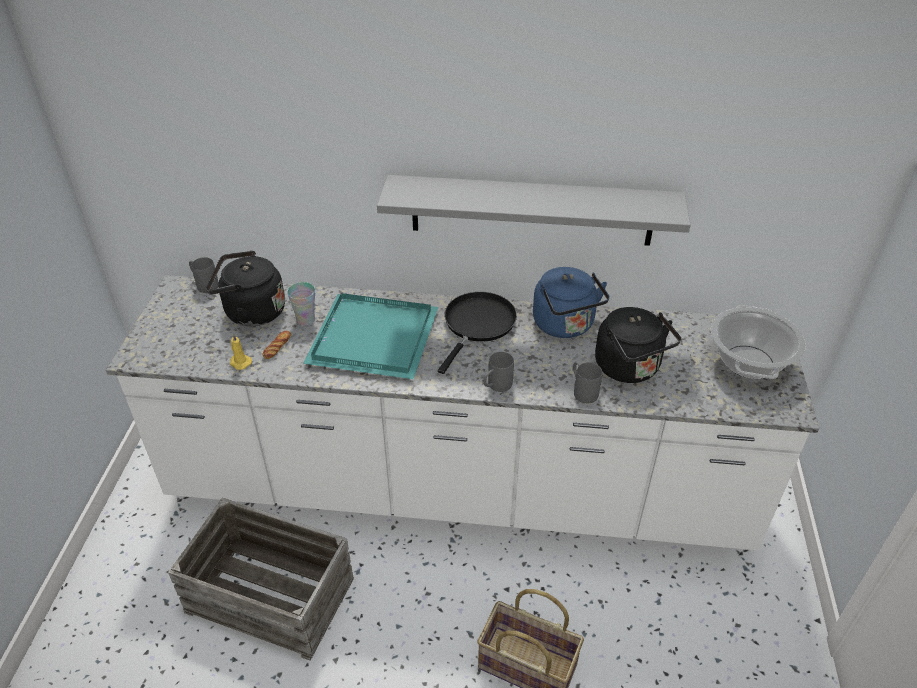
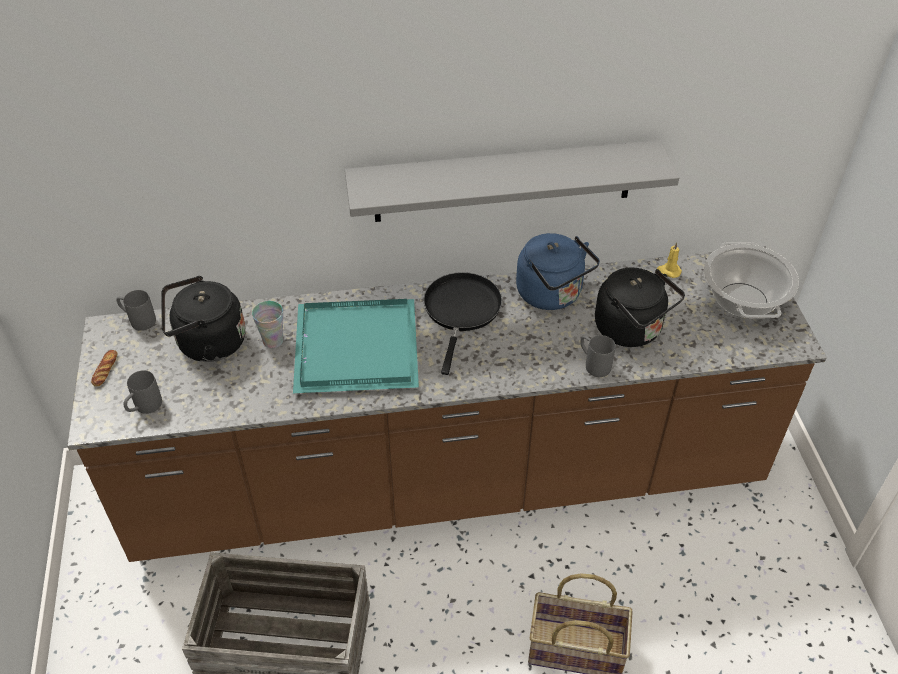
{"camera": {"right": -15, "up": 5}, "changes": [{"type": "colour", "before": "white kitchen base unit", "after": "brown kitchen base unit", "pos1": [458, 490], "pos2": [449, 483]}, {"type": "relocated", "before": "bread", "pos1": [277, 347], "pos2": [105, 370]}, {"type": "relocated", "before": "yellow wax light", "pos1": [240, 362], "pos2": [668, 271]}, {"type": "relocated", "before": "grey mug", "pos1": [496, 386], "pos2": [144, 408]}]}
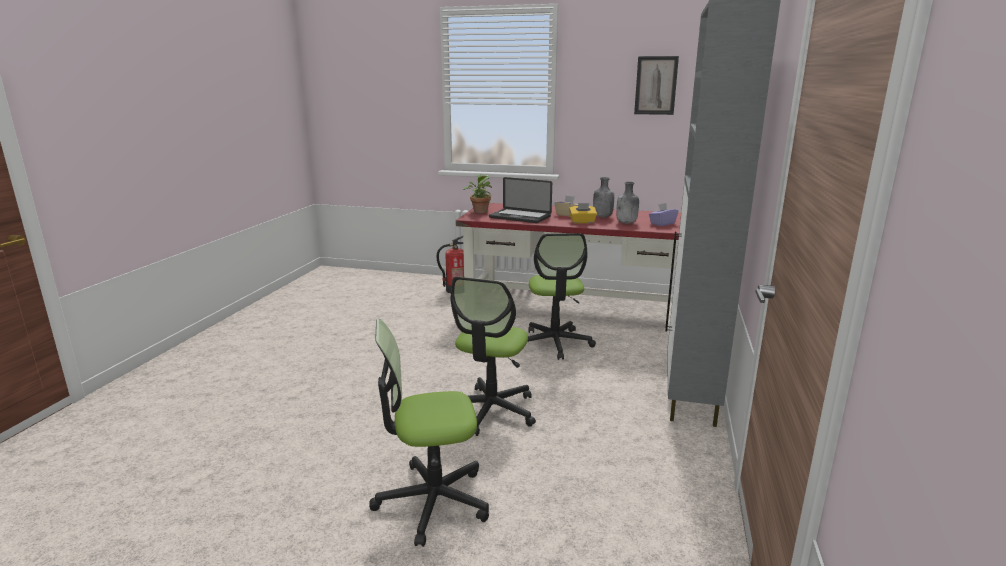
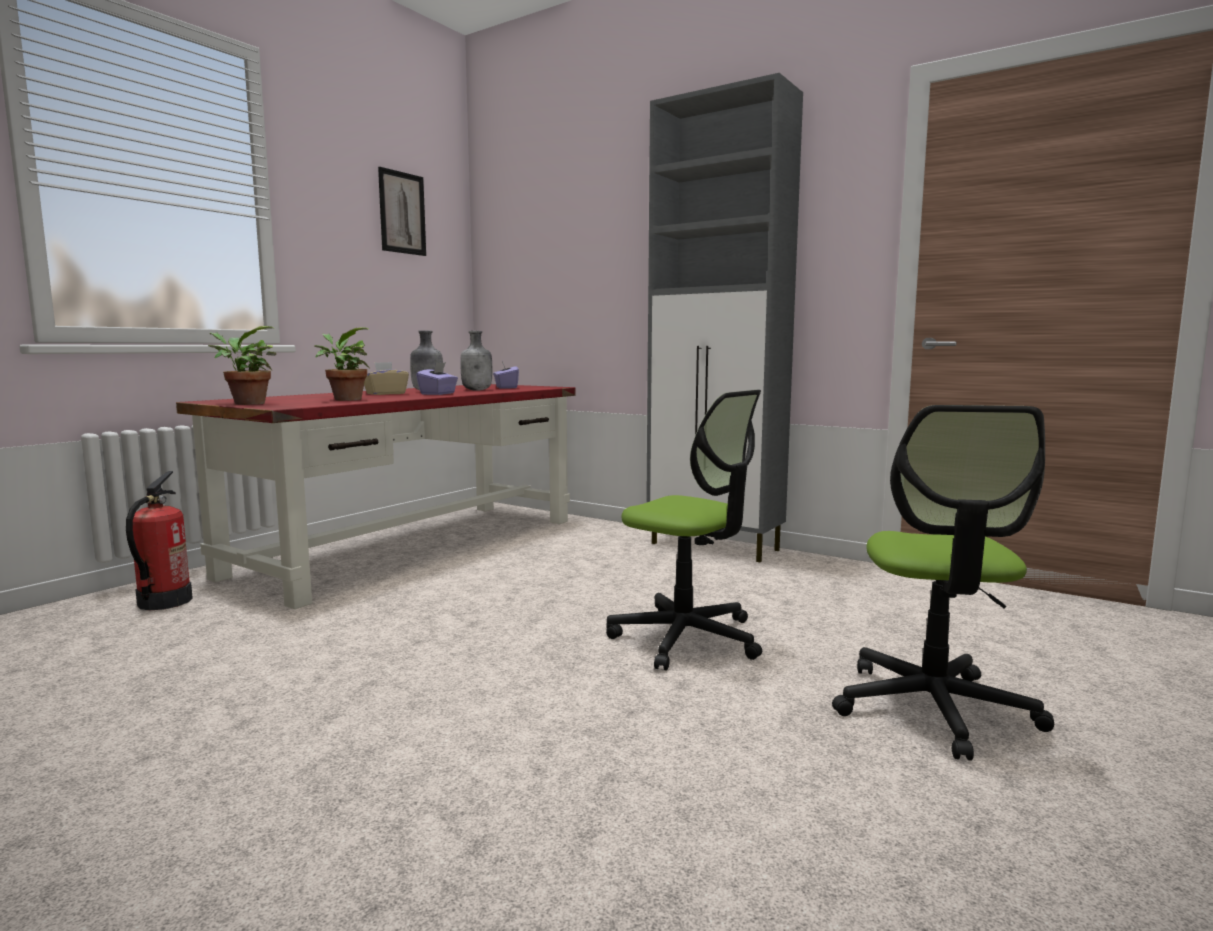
{"camera": {"right": -70, "up": -10}, "changes": [{"type": "exchanged", "before": "portable computer", "after": "houseplant", "pos1": [520, 217], "pos2": [344, 399]}, {"type": "colour", "before": "yellow box of tissues", "after": "purple-coloured box of tissues", "pos1": [582, 222], "pos2": [438, 394]}, {"type": "missing", "before": "office chair", "pos1": [555, 343]}]}
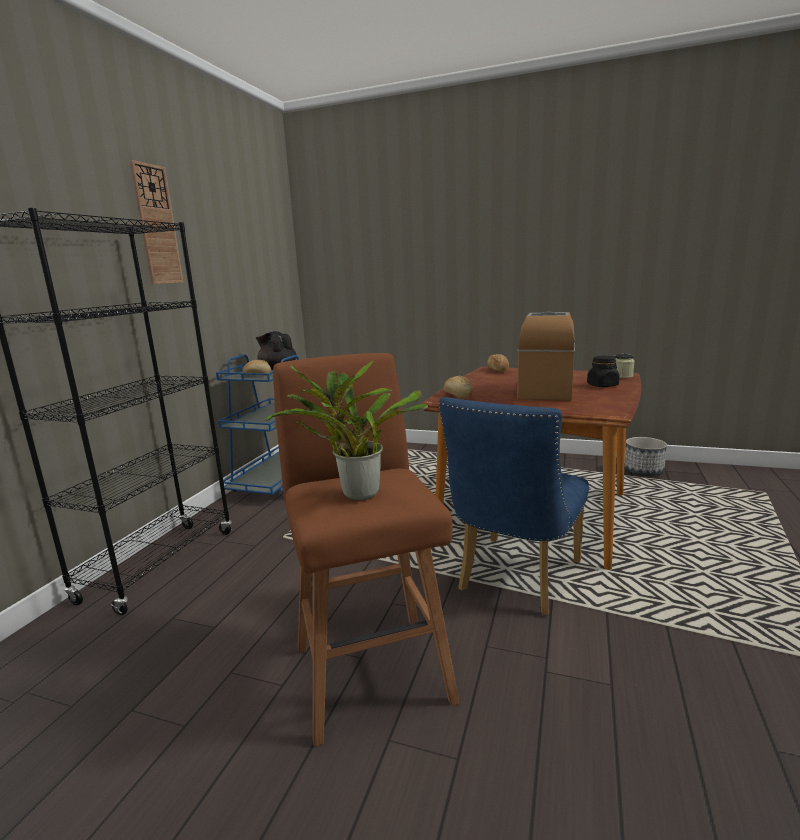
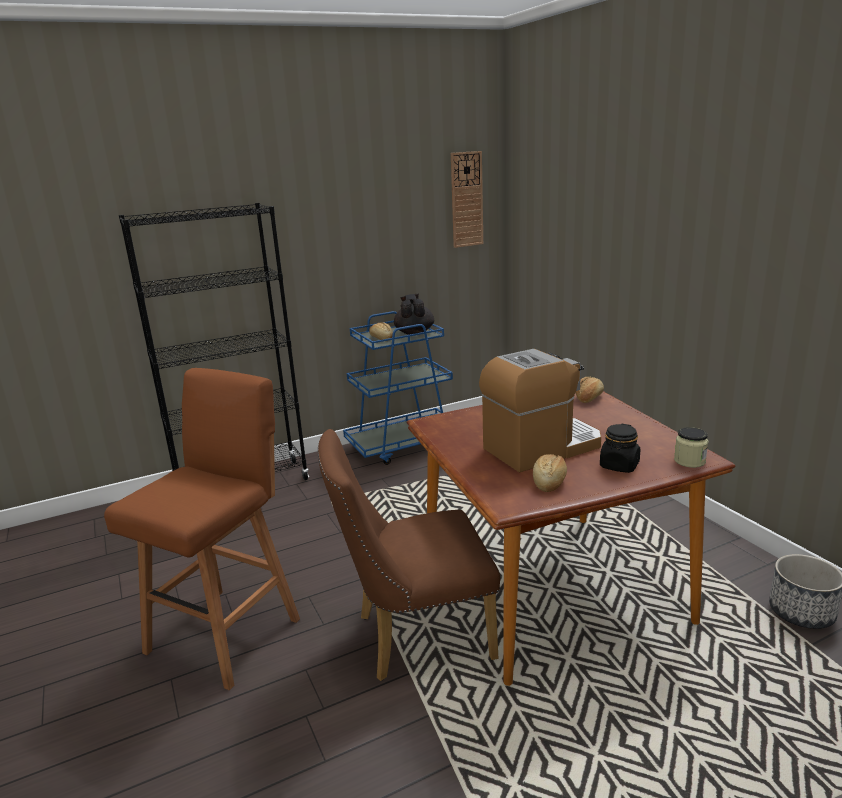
{"camera": {"right": 45, "up": 5}, "changes": [{"type": "relocated", "before": "wall clock", "pos1": [156, 225], "pos2": [466, 199]}, {"type": "missing", "before": "houseplant", "pos1": [355, 493]}, {"type": "relocated", "before": "bread", "pos1": [458, 395], "pos2": [549, 482]}, {"type": "colour", "before": "bluish chair", "after": "brown chair", "pos1": [514, 580], "pos2": [414, 637]}]}
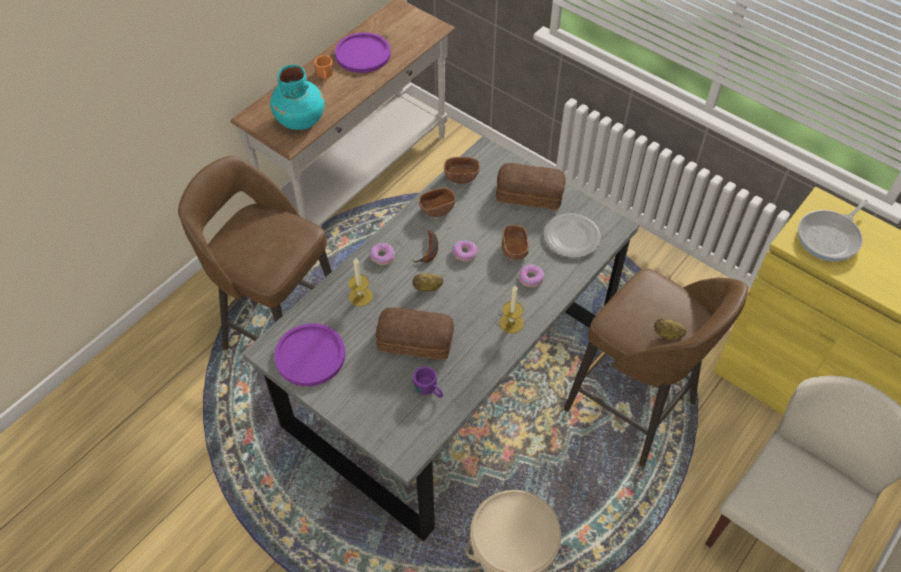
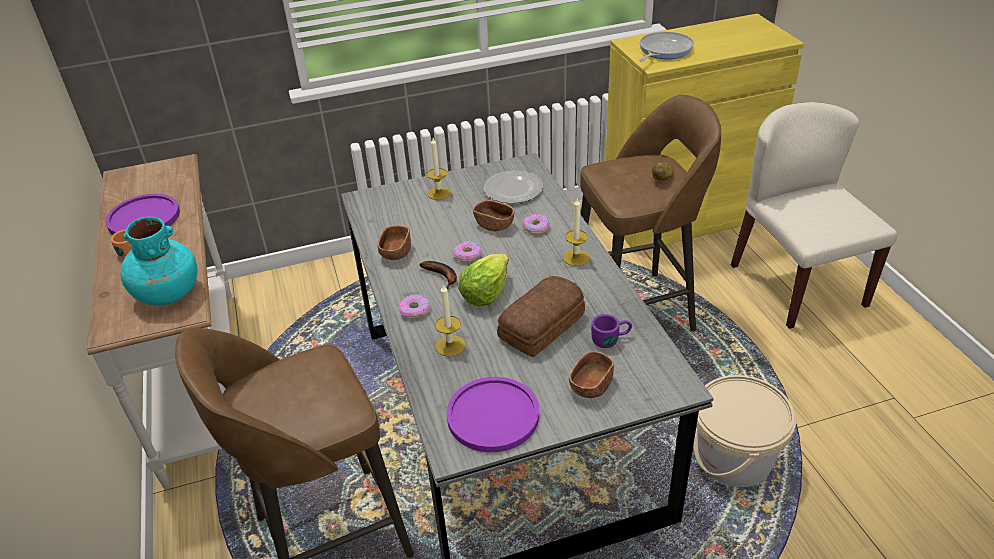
{"camera": {"right": -55, "up": -15}, "changes": [{"type": "relocated", "before": "brown bowl", "pos1": [461, 176], "pos2": [591, 385]}, {"type": "exchanged", "before": "bread", "after": "wax light", "pos1": [528, 192], "pos2": [439, 193]}, {"type": "spun", "before": "pan", "pos1": [830, 237], "pos2": [663, 50], "turn": -135}, {"type": "exchanged", "before": "spud", "after": "head of lettuce", "pos1": [428, 287], "pos2": [485, 294]}]}
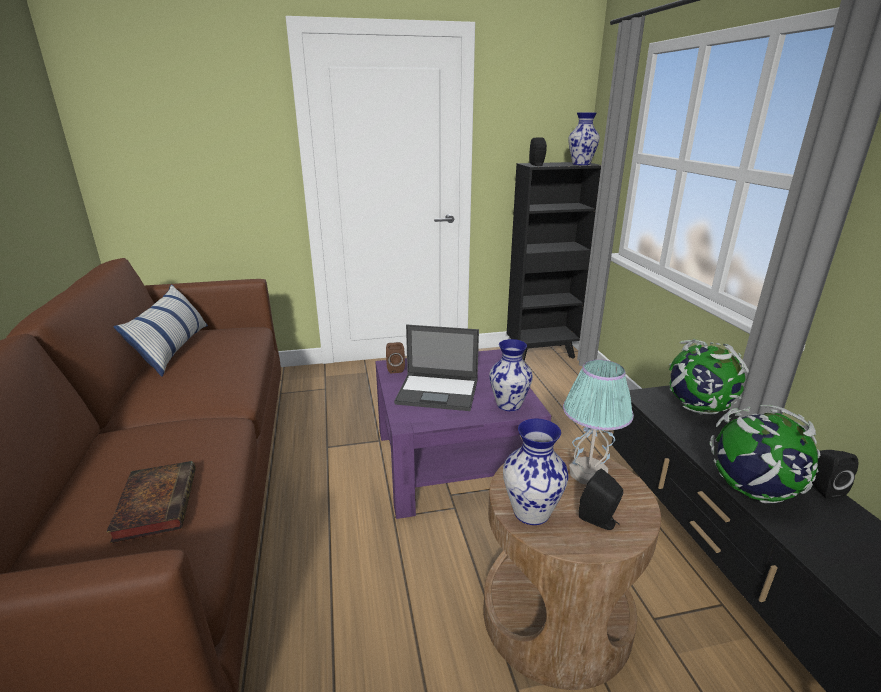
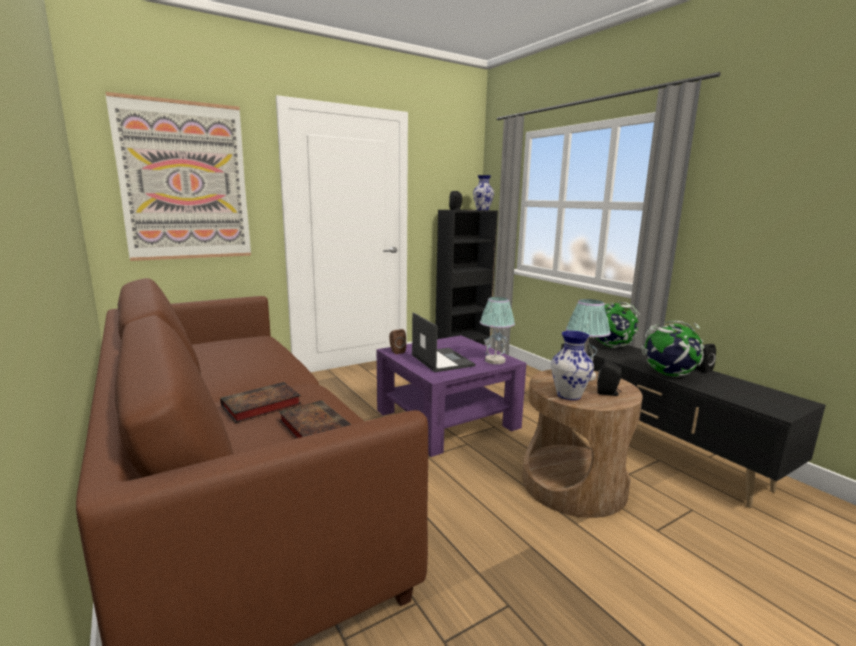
{"camera": {"right": -20, "up": -10}, "changes": [{"type": "missing", "before": "cushion", "pos1": [173, 349]}, {"type": "spun", "before": "portable computer", "pos1": [438, 392], "pos2": [441, 360], "turn": -105}, {"type": "exchanged", "before": "decorative vase", "after": "lamp for a table", "pos1": [509, 404], "pos2": [495, 360]}, {"type": "appeared", "after": "wall picture", "pos2": [185, 182]}, {"type": "appeared", "after": "book", "pos2": [260, 406]}]}
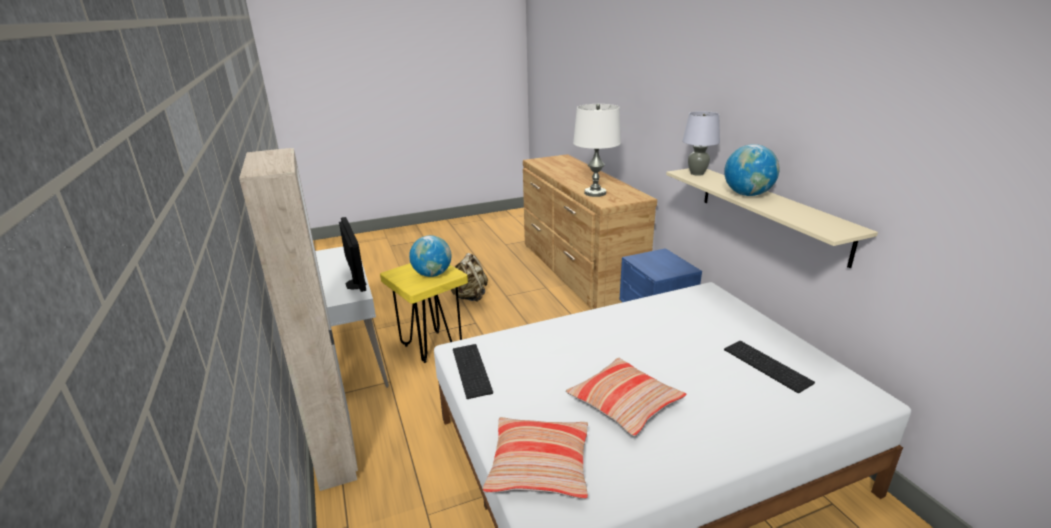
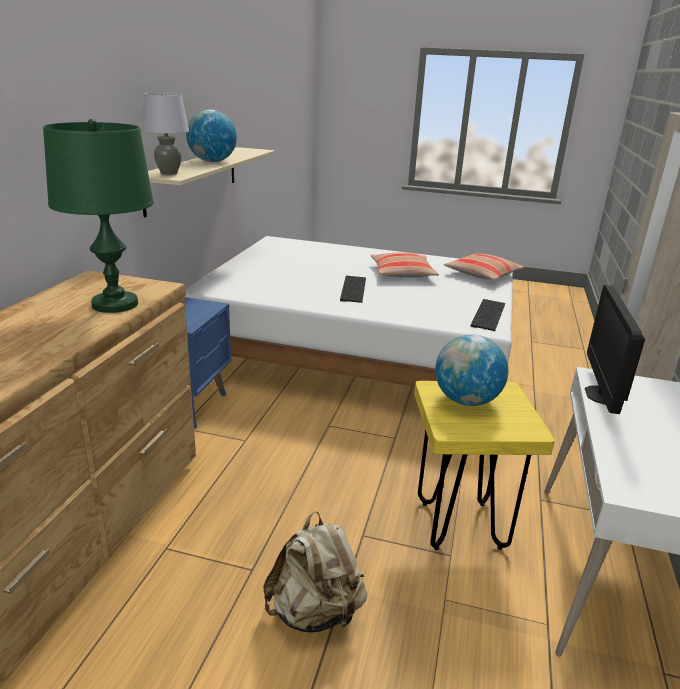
{"camera": {"right": -145, "up": 0}, "changes": [{"type": "colour", "before": "white lamp for a table", "after": "greenish lamp for a table", "pos1": [595, 193], "pos2": [115, 304]}, {"type": "relocated", "before": "computer keyboard", "pos1": [768, 365], "pos2": [352, 288]}]}
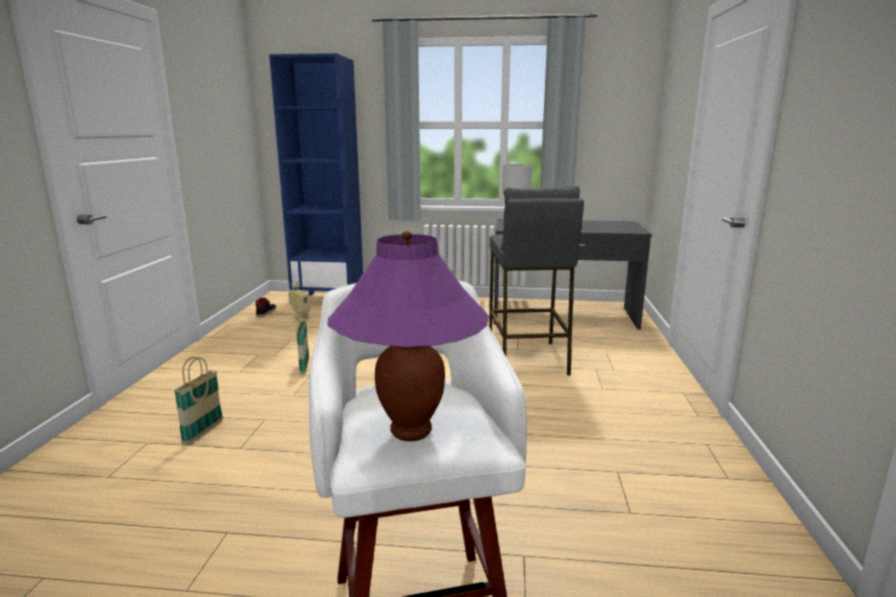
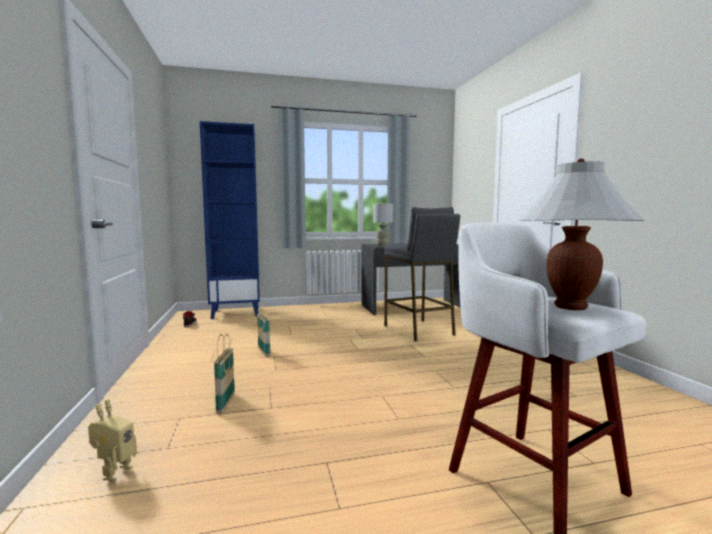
{"camera": {"right": -20, "up": -10}, "changes": [{"type": "colour", "before": "purple-coloured lamp for a table", "after": "white lamp for a table", "pos1": [411, 431], "pos2": [571, 307]}, {"type": "relocated", "before": "toy robot", "pos1": [300, 319], "pos2": [114, 472]}]}
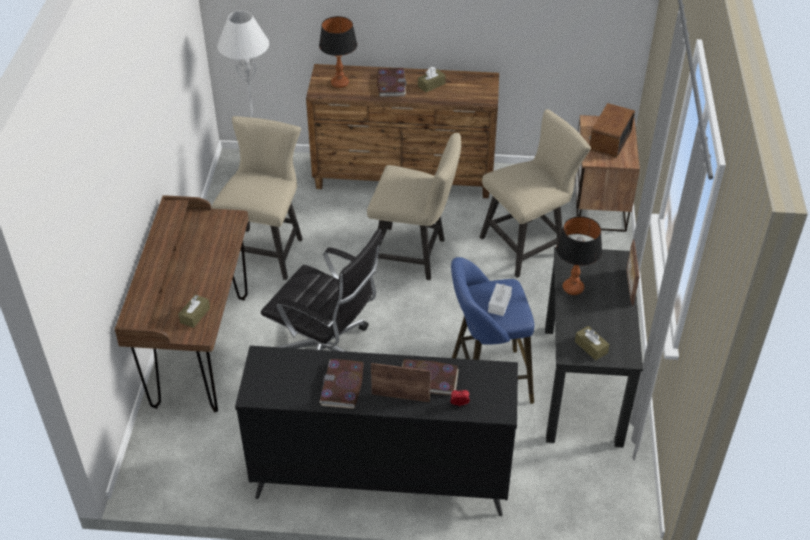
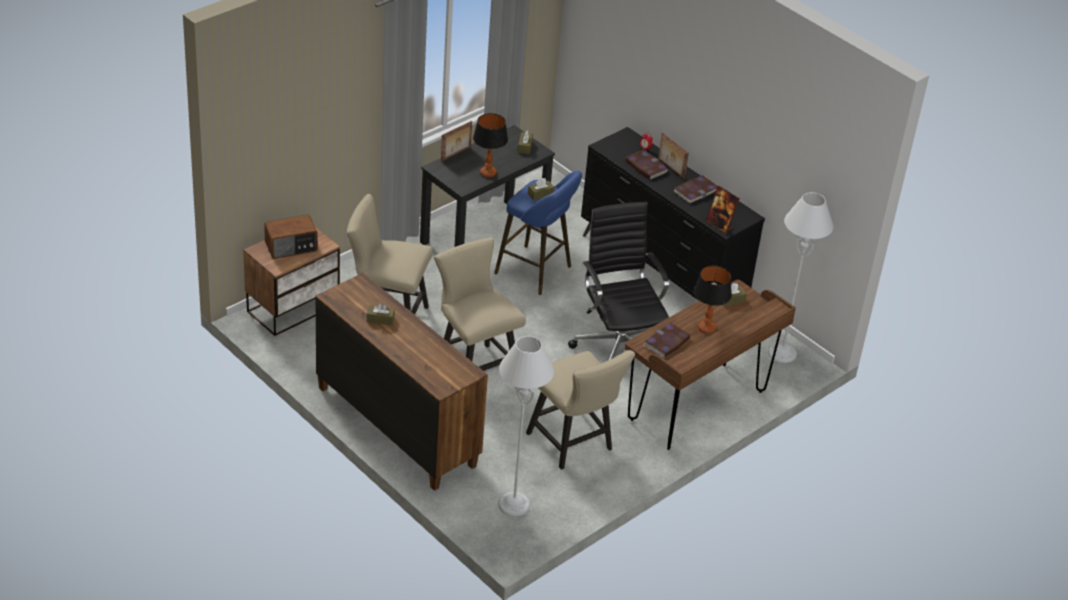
{"camera": {"right": -140, "up": -5}, "changes": [{"type": "relocated", "before": "lamp for a table", "pos1": [339, 83], "pos2": [706, 328]}, {"type": "relocated", "before": "book", "pos1": [391, 84], "pos2": [666, 342]}, {"type": "spun", "before": "beige-coloured chair", "pos1": [266, 249], "pos2": [573, 445], "turn": -90}, {"type": "colour", "before": "white box of tissues", "after": "brown box of tissues", "pos1": [499, 304], "pos2": [540, 194]}, {"type": "appeared", "after": "standing frame", "pos2": [720, 225]}, {"type": "appeared", "after": "grey floor lamp", "pos2": [782, 353]}]}
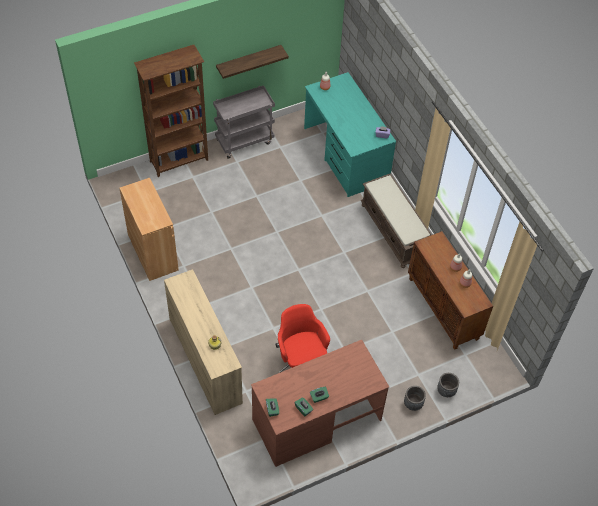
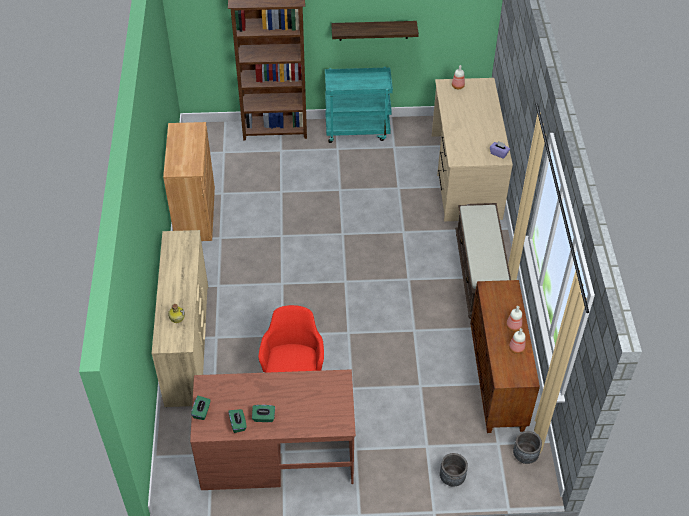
{"camera": {"right": 25, "up": -5}, "changes": [{"type": "colour", "before": "turquoise desk table", "after": "beige-coloured desk table", "pos1": [345, 155], "pos2": [465, 176]}, {"type": "colour", "before": "grey cart", "after": "turquoise cart", "pos1": [244, 140], "pos2": [357, 130]}, {"type": "relocated", "before": "grey plant pot", "pos1": [413, 404], "pos2": [525, 455]}]}
